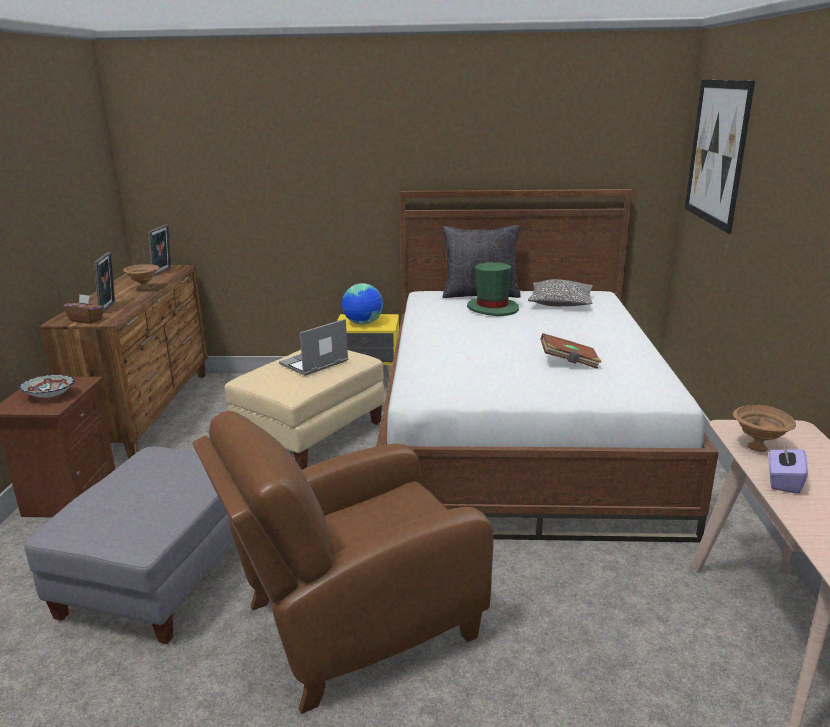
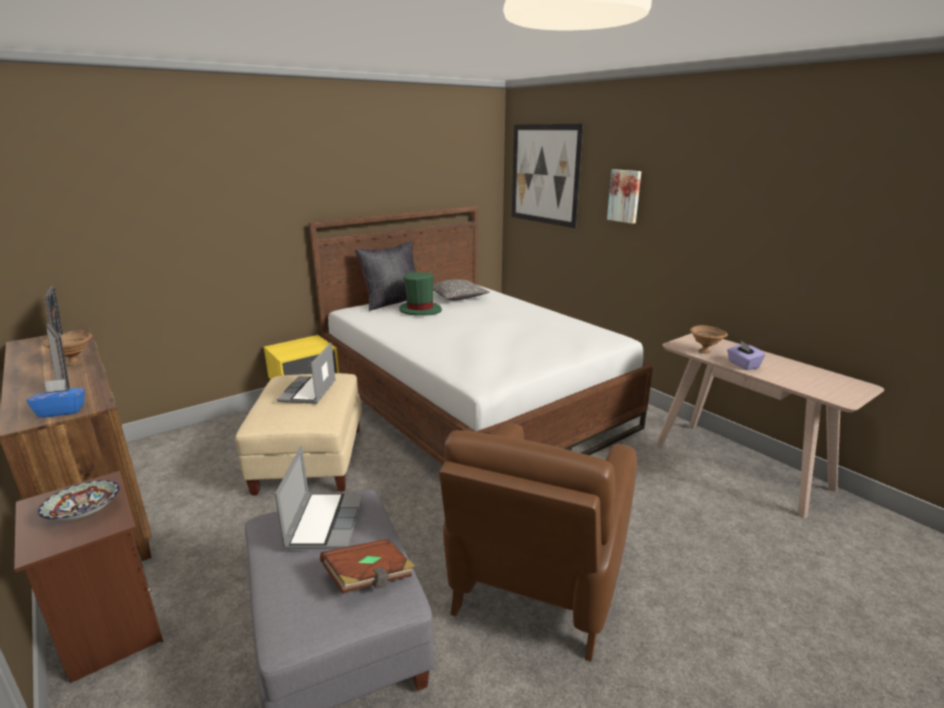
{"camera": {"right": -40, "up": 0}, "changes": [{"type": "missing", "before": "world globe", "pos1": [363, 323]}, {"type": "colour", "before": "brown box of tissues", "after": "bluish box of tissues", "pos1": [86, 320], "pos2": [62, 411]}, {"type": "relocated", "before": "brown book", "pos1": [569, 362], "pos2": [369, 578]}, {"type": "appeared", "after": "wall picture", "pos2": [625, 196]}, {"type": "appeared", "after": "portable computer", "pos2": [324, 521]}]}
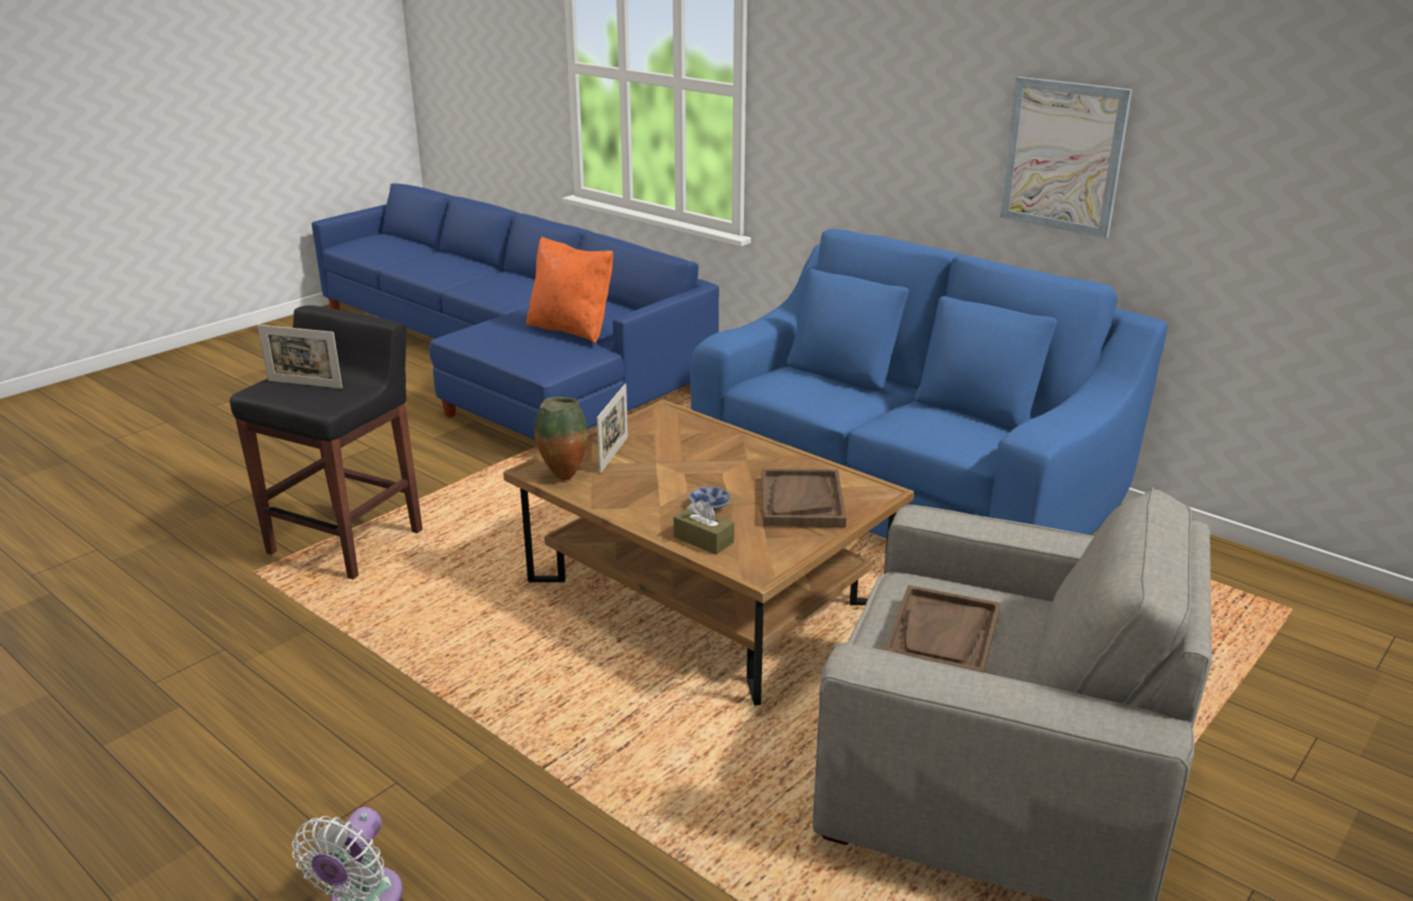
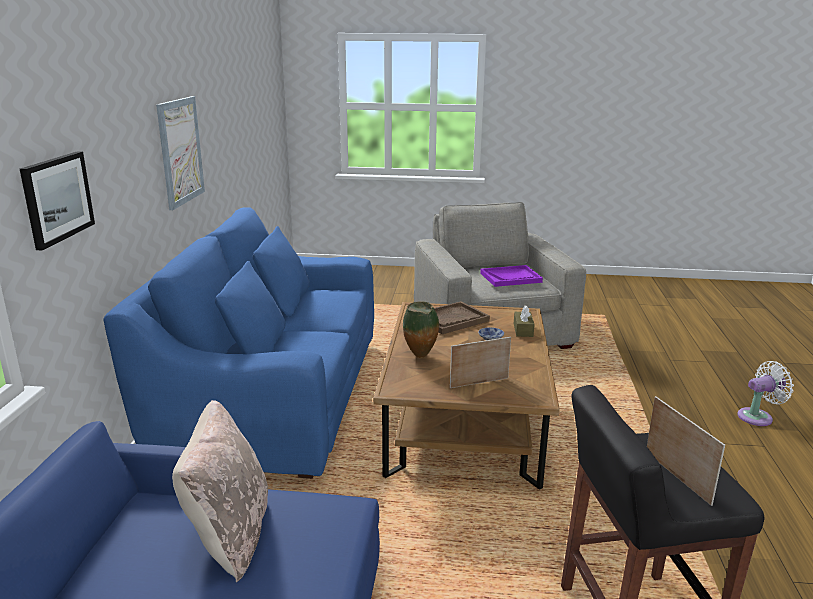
{"camera": {"right": -125, "up": -5}, "changes": [{"type": "colour", "before": "orange cushion", "after": "beige-coloured cushion", "pos1": [571, 329], "pos2": [229, 534]}, {"type": "relocated", "before": "decorative vase", "pos1": [563, 476], "pos2": [420, 357]}, {"type": "colour", "before": "brown carrying tray", "after": "purple-coloured carrying tray", "pos1": [942, 636], "pos2": [510, 277]}, {"type": "appeared", "after": "wall picture", "pos2": [57, 198]}]}
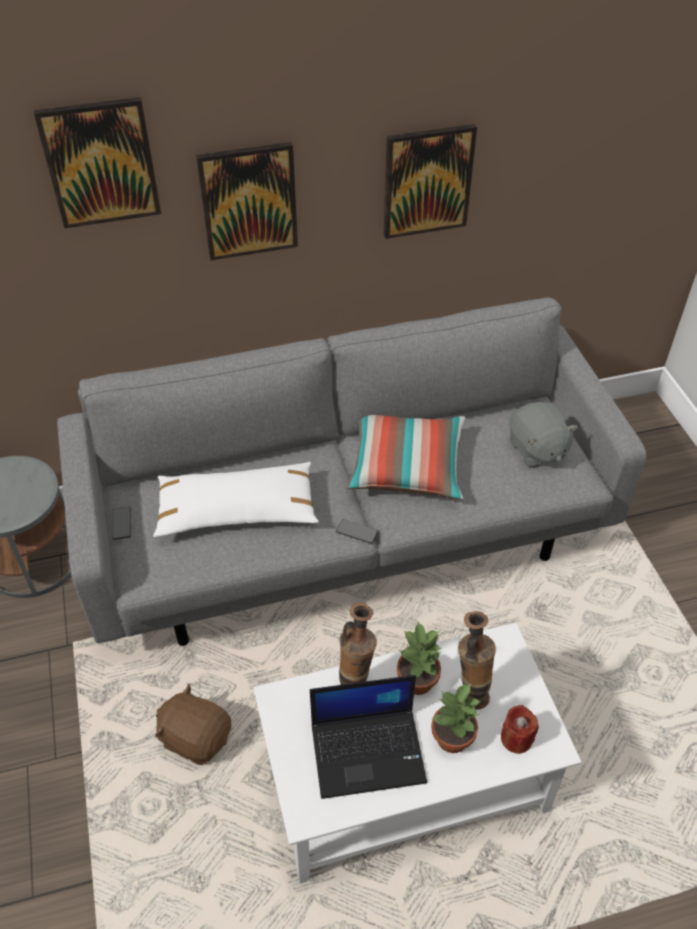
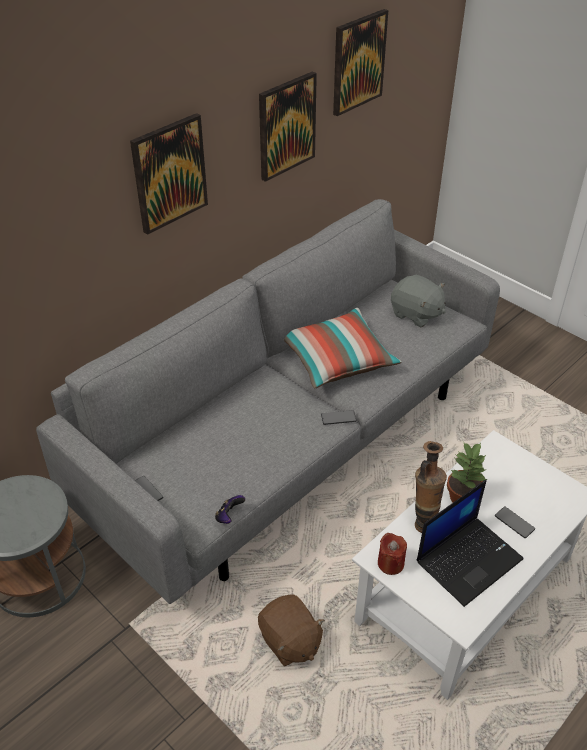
{"camera": {"right": -30, "up": -5}, "changes": [{"type": "relocated", "before": "wall picture", "pos1": [100, 163], "pos2": [358, 62]}, {"type": "missing", "before": "white cushion", "pos1": [237, 510]}, {"type": "missing", "before": "decorative vase", "pos1": [470, 692]}, {"type": "spun", "before": "brown soft toy", "pos1": [196, 737], "pos2": [290, 641], "turn": -120}, {"type": "exchanged", "before": "houseplant", "after": "telephone", "pos1": [451, 738], "pos2": [514, 523]}, {"type": "relocated", "before": "red wax light", "pos1": [516, 738], "pos2": [390, 563]}, {"type": "appeared", "after": "joypad", "pos2": [229, 516]}]}
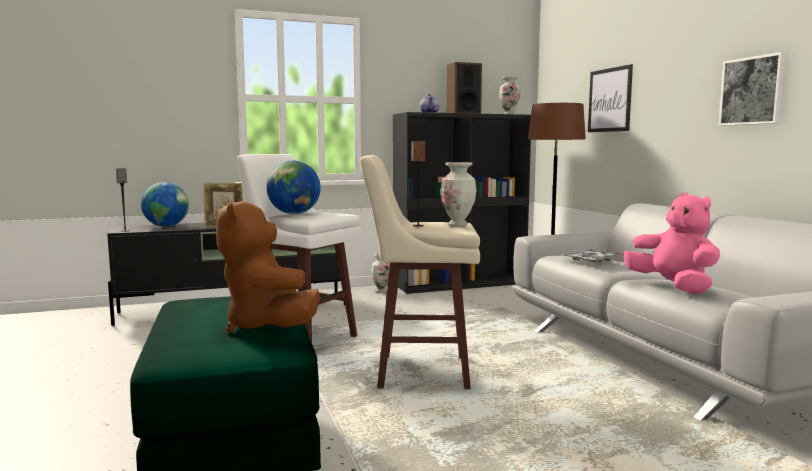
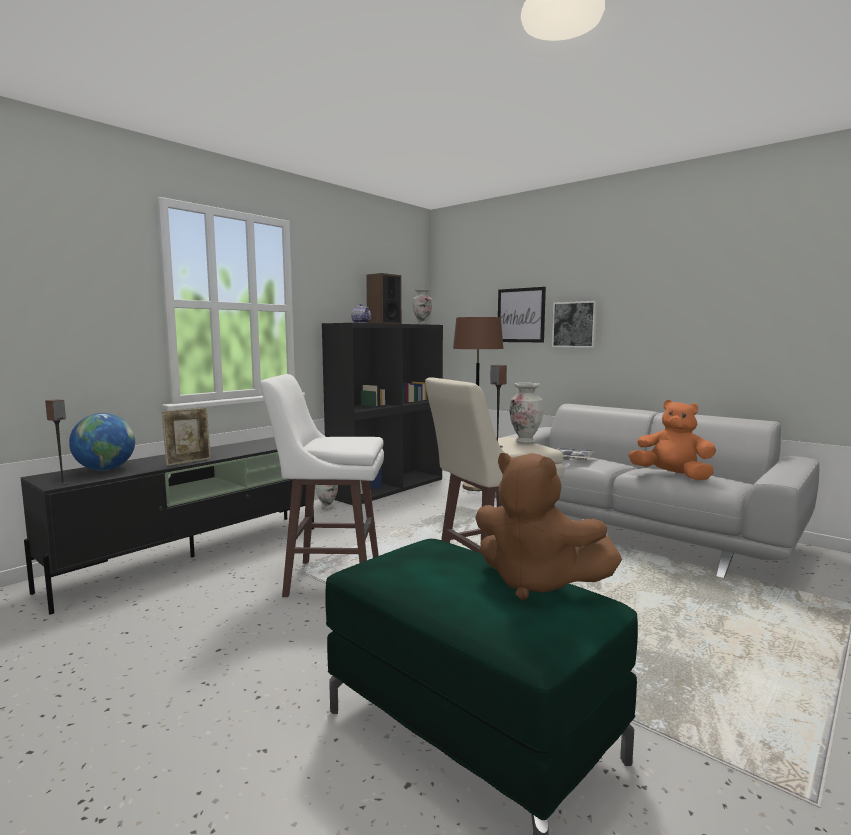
{"camera": {"right": -30, "up": 0}, "changes": [{"type": "relocated", "before": "wall picture", "pos1": [753, 91], "pos2": [575, 324]}, {"type": "missing", "before": "world globe", "pos1": [294, 214]}, {"type": "colour", "before": "pink soft toy", "after": "orange soft toy", "pos1": [673, 287], "pos2": [672, 476]}]}
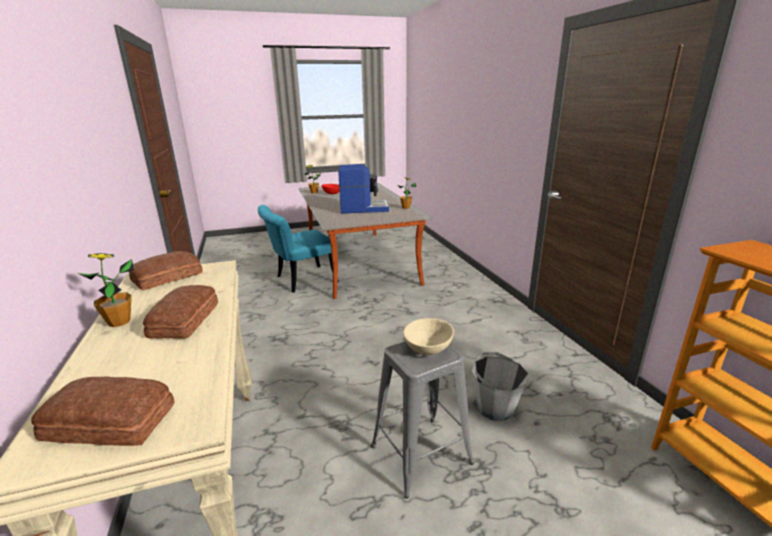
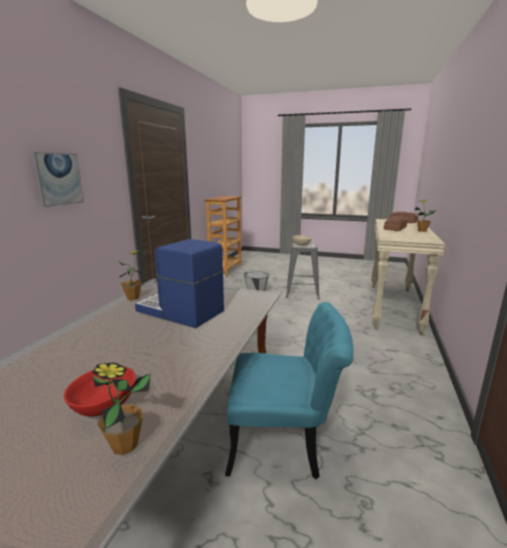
{"camera": {"right": -145, "up": -5}, "changes": [{"type": "missing", "before": "bread", "pos1": [166, 277]}, {"type": "appeared", "after": "wall picture", "pos2": [58, 179]}]}
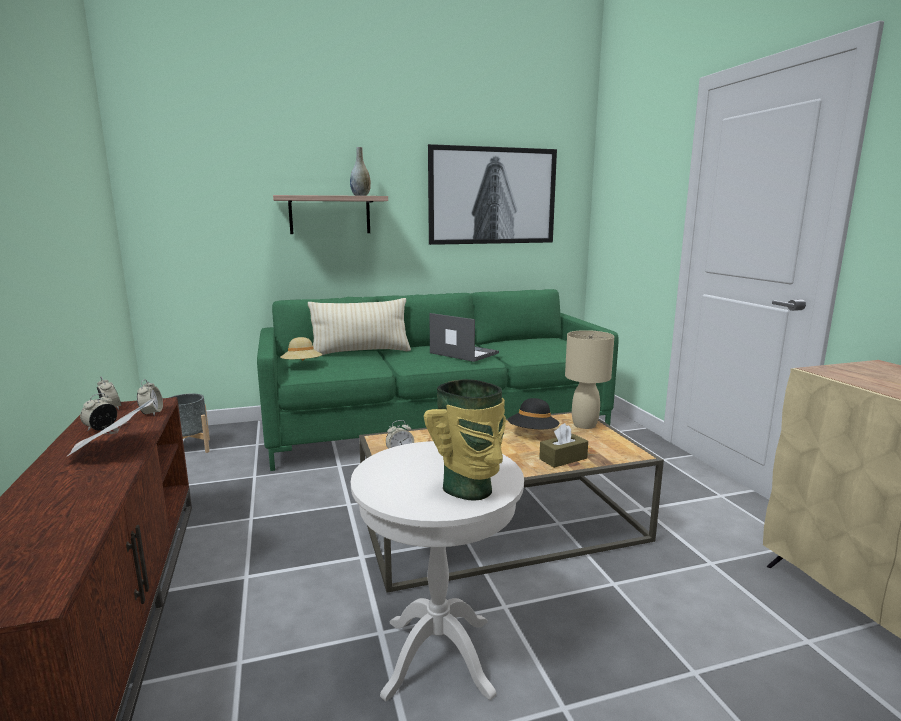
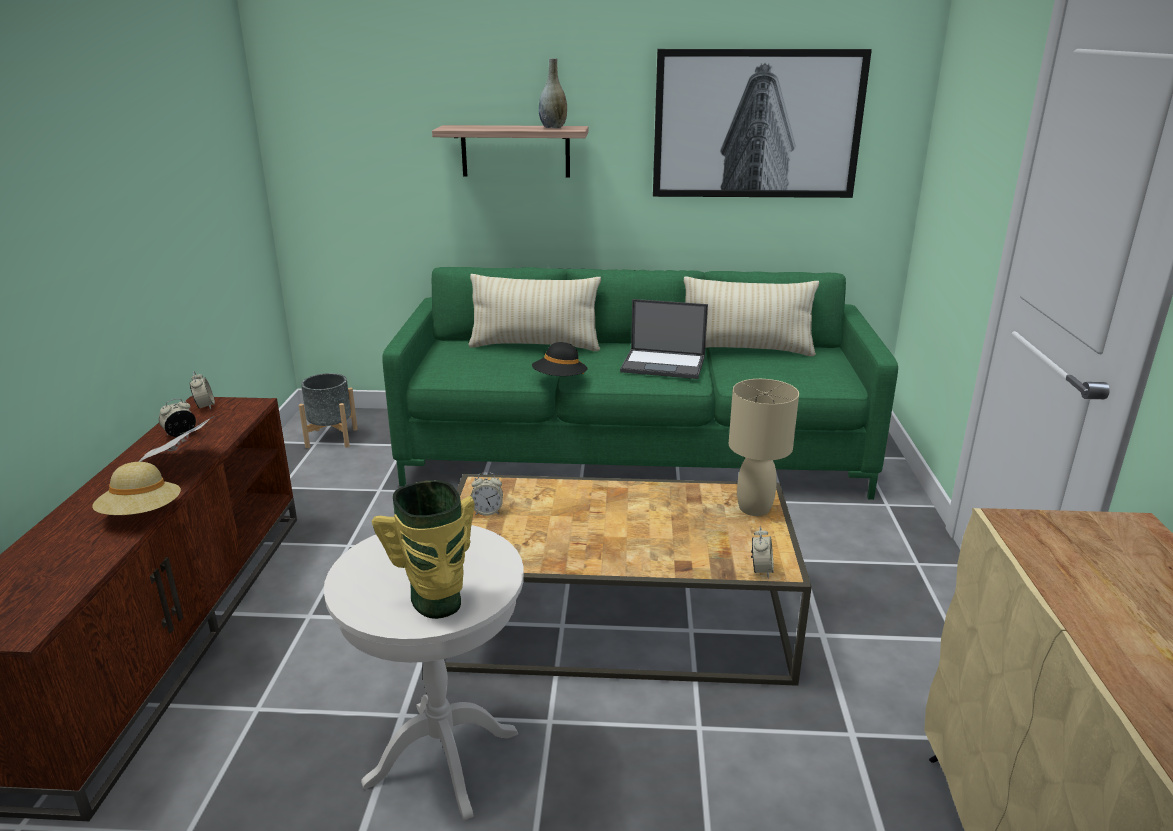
{"camera": {"right": 20, "up": 10}, "changes": [{"type": "spun", "before": "portable computer", "pos1": [463, 353], "pos2": [664, 364], "turn": 135}, {"type": "relocated", "before": "beige-coloured clothing hat", "pos1": [302, 365], "pos2": [142, 515]}, {"type": "relocated", "before": "alarm clock", "pos1": [152, 413], "pos2": [761, 570]}, {"type": "relocated", "before": "black-coloured clothing hat", "pos1": [533, 433], "pos2": [559, 380]}, {"type": "missing", "before": "brown box of tissues", "pos1": [563, 458]}, {"type": "appeared", "after": "beige-coloured cushion", "pos2": [746, 350]}]}
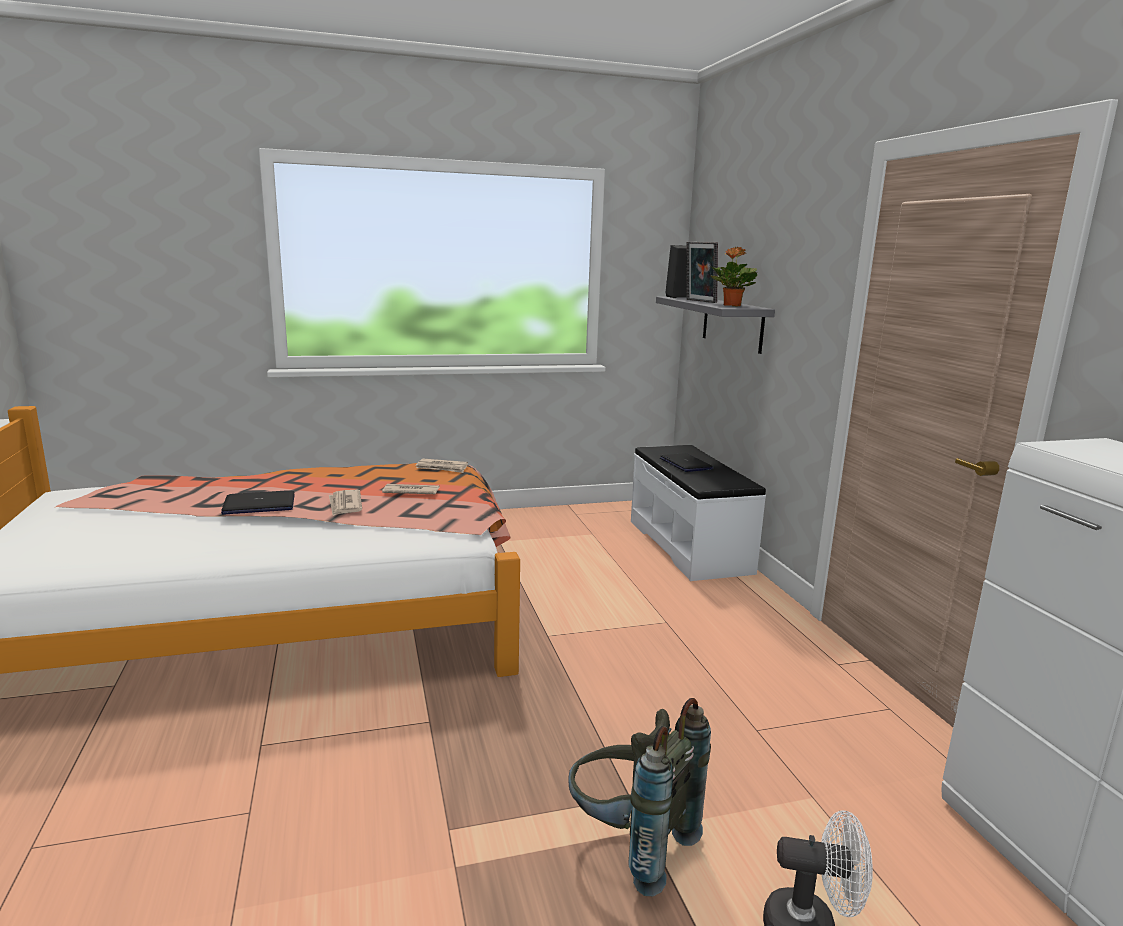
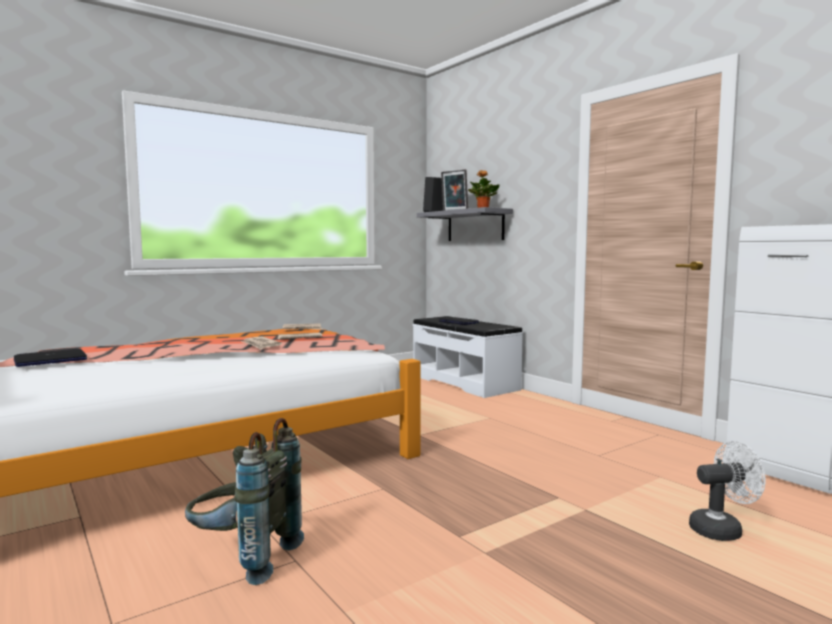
{"camera": {"right": -20, "up": -10}, "changes": [{"type": "relocated", "before": "portable computer", "pos1": [259, 505], "pos2": [50, 360]}, {"type": "relocated", "before": "grey knapsack", "pos1": [629, 845], "pos2": [243, 559]}]}
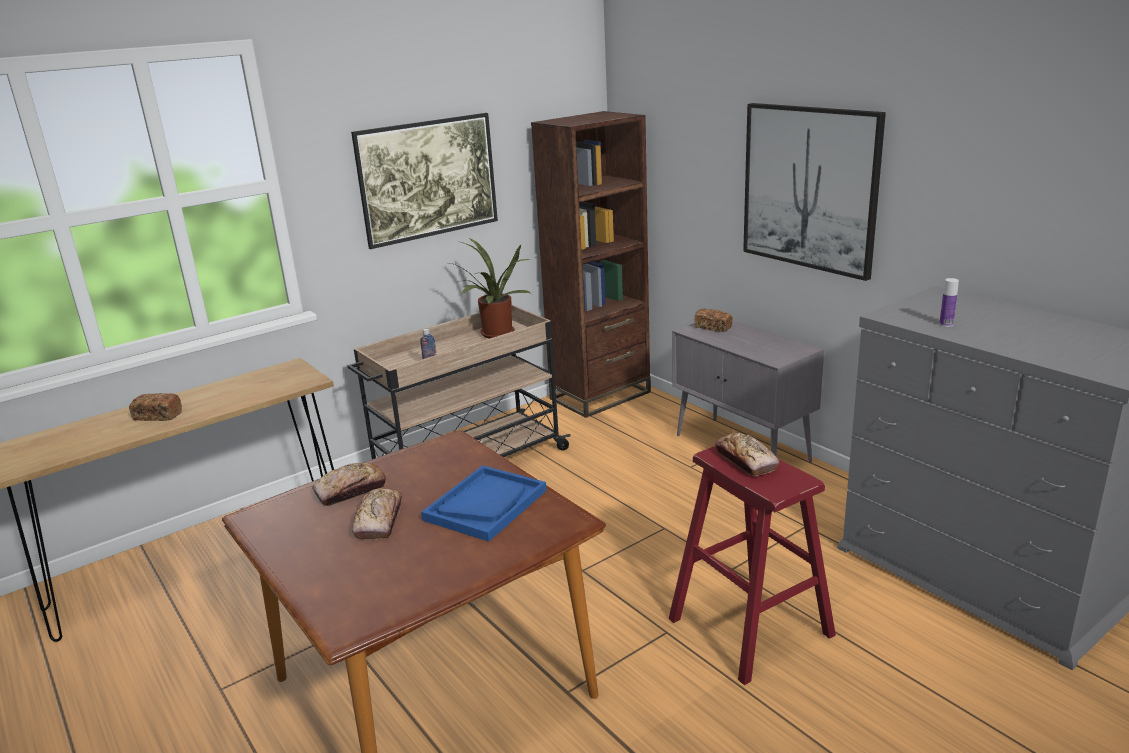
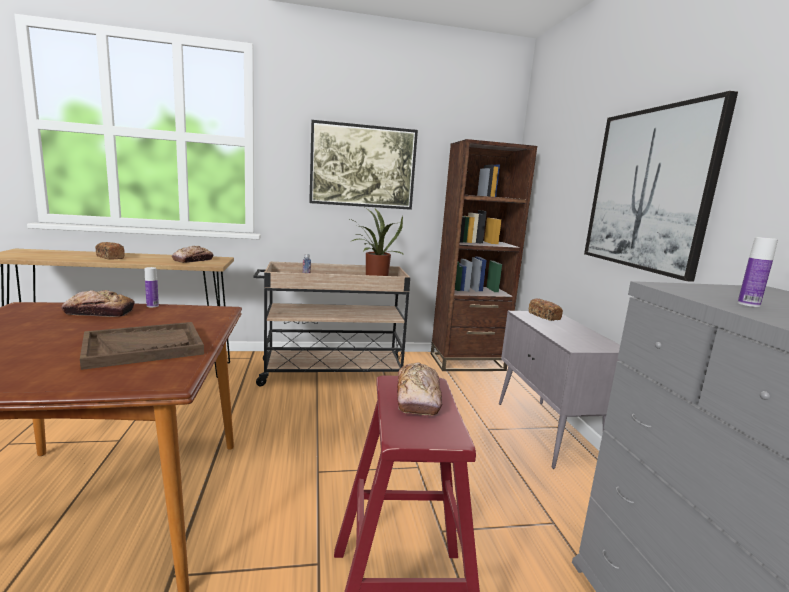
{"camera": {"right": 25, "up": -10}, "changes": [{"type": "colour", "before": "bluish carrying tray", "after": "brown carrying tray", "pos1": [485, 505], "pos2": [144, 347]}, {"type": "relocated", "before": "bread", "pos1": [379, 521], "pos2": [193, 260]}, {"type": "appeared", "after": "beverage bottle", "pos2": [152, 306]}]}
